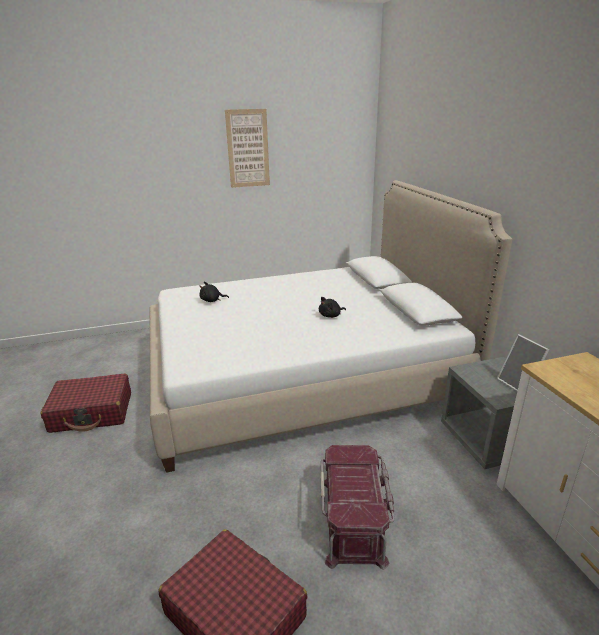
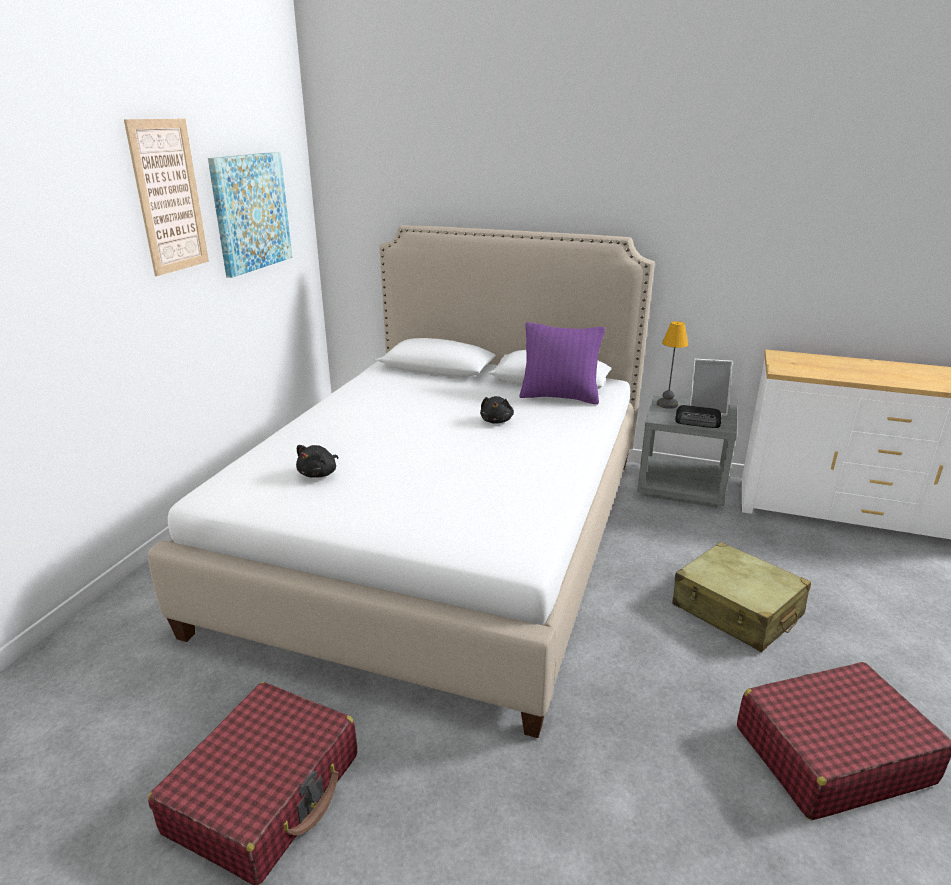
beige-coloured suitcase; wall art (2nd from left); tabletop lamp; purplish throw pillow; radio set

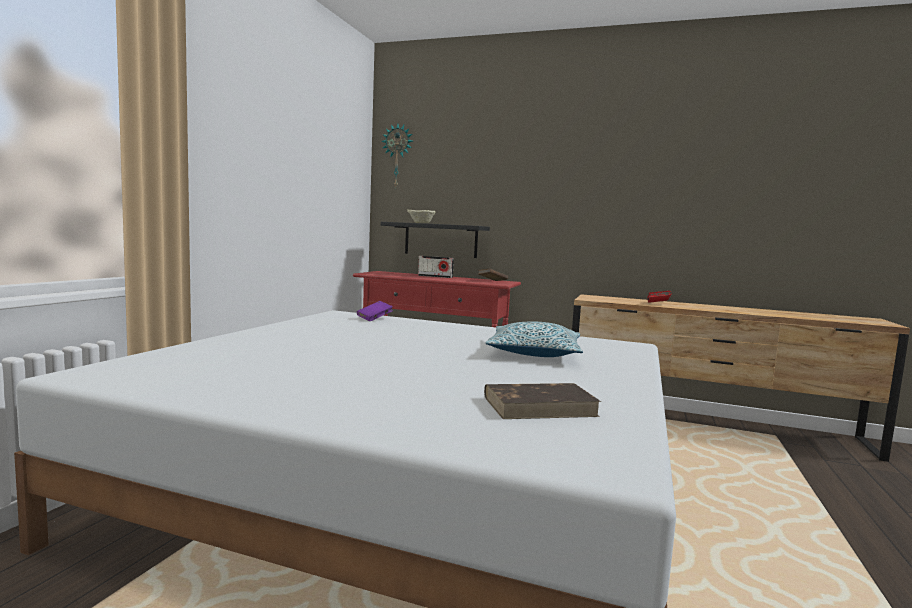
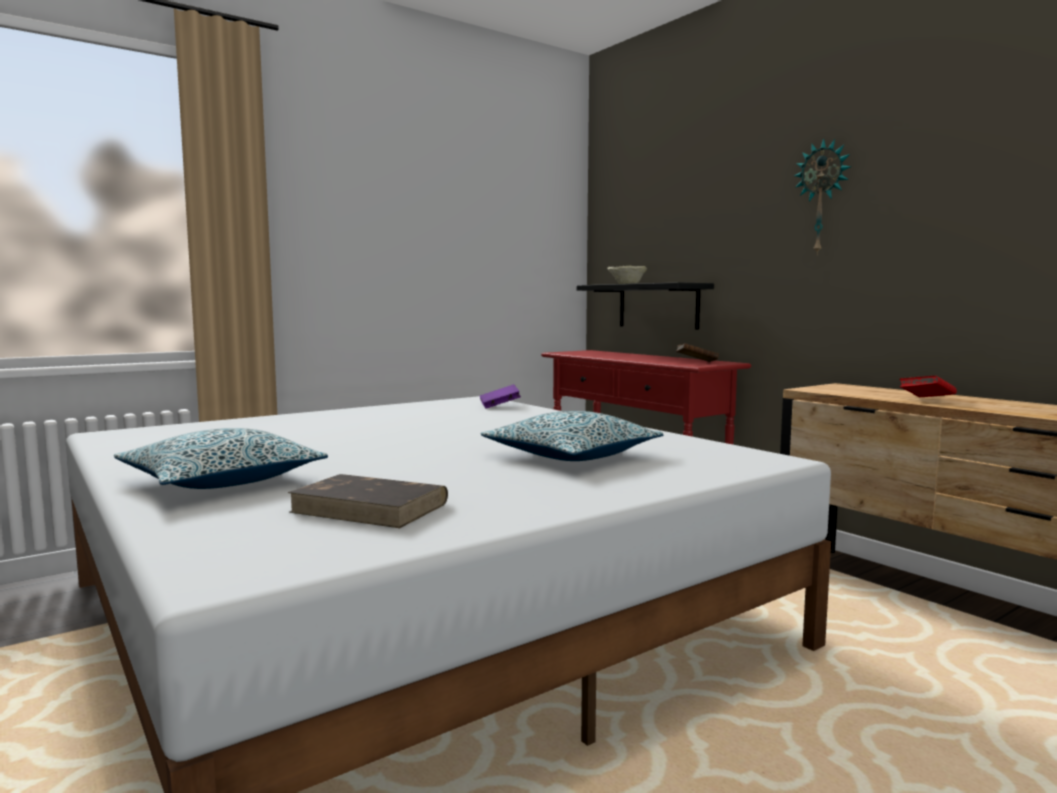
wall clock; radio set; throw pillow (1st from left)

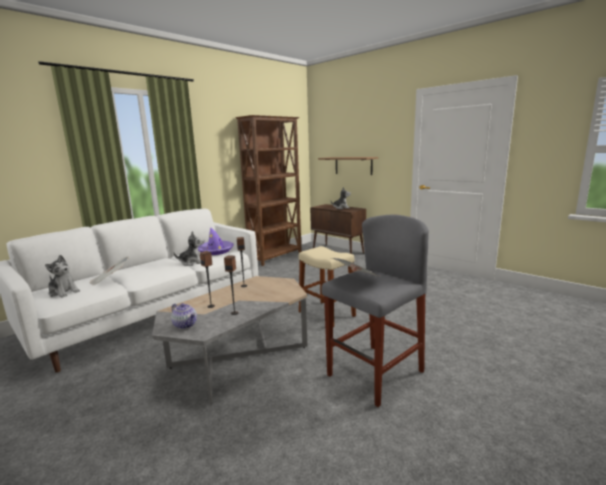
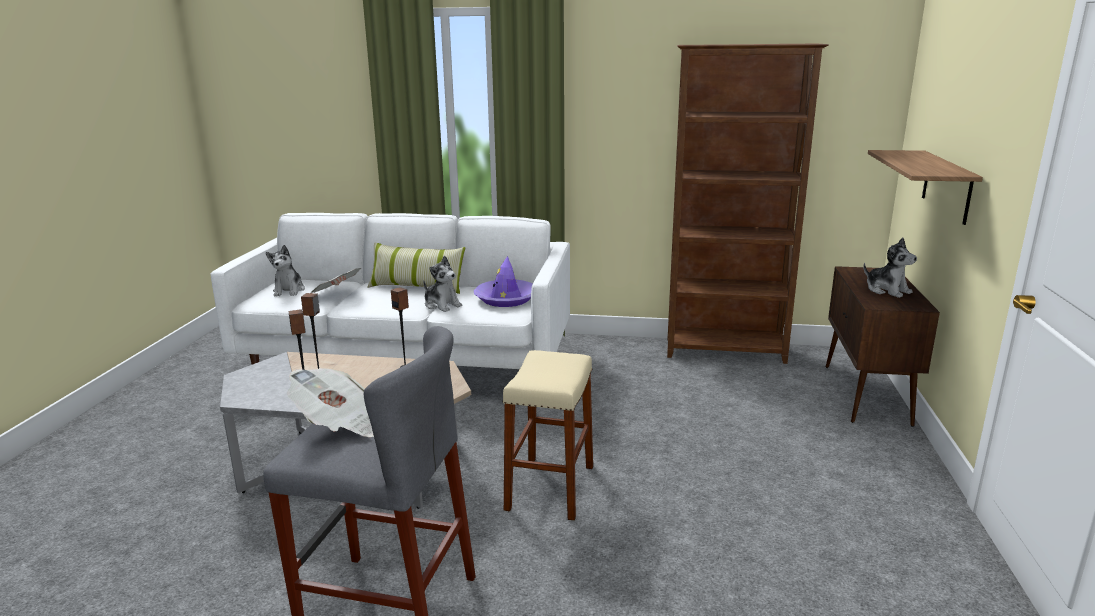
pot for tea; throw pillow

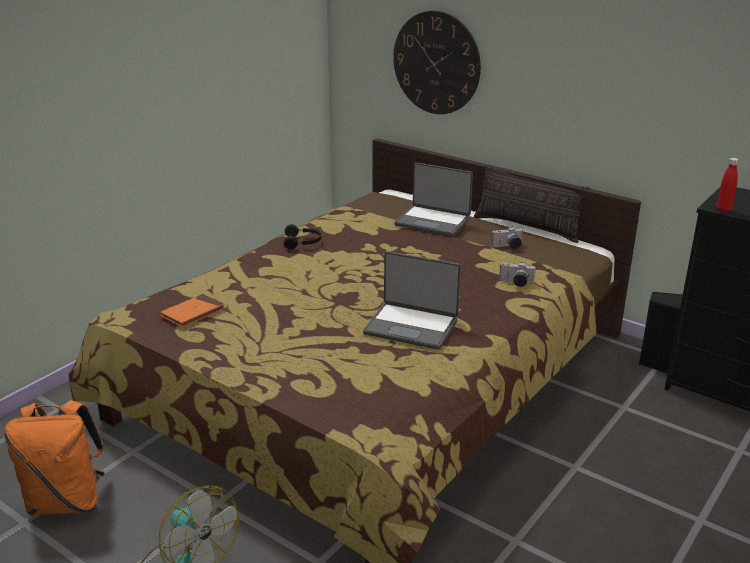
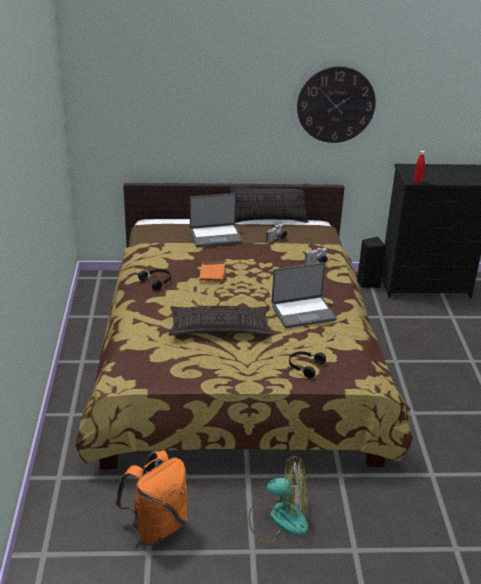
wall clock; orange-coloured book; throw pillow (1st from left); black-coloured headset (2nd from left)

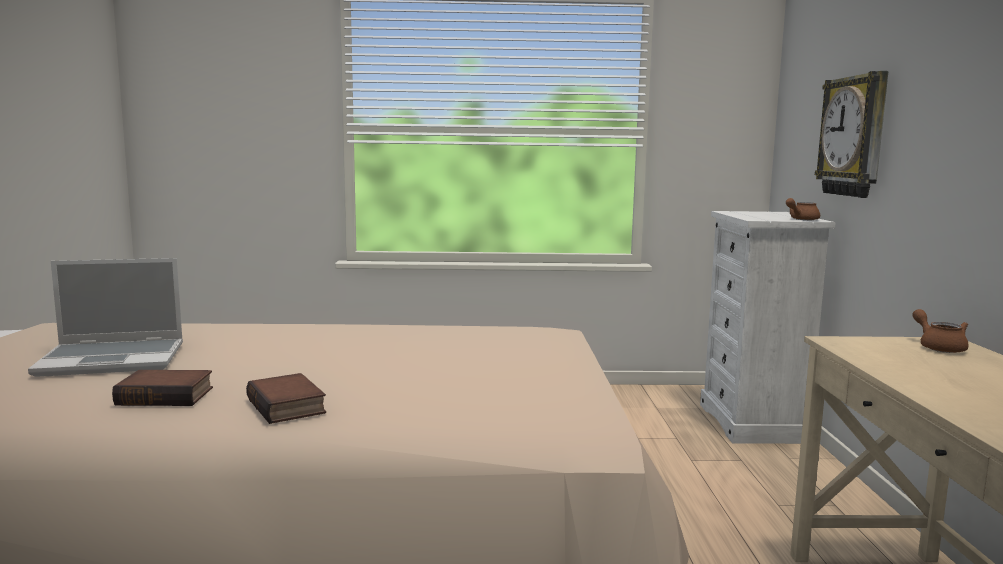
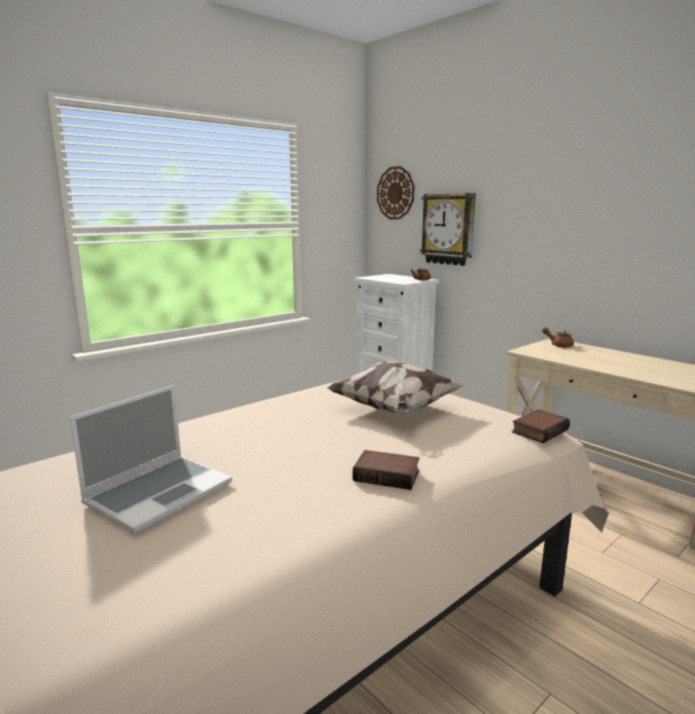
book (2nd from left); wall clock (1st from left); throw pillow

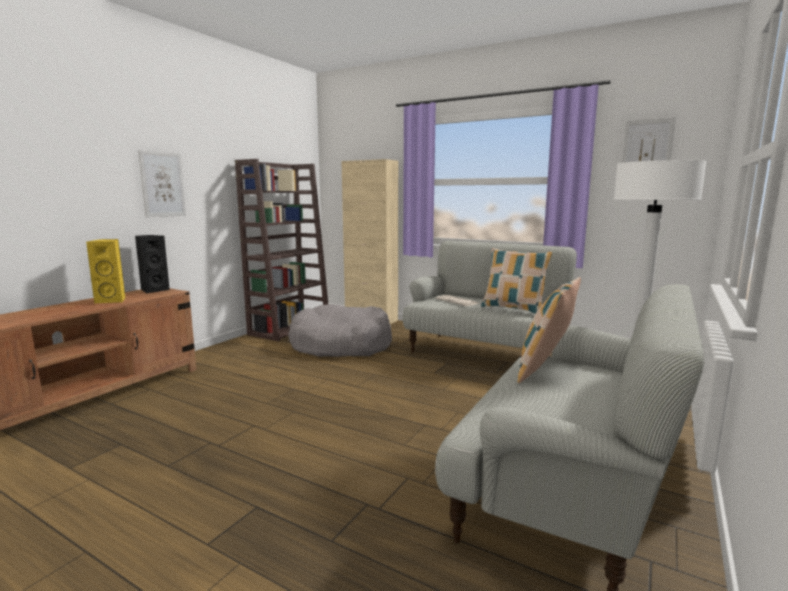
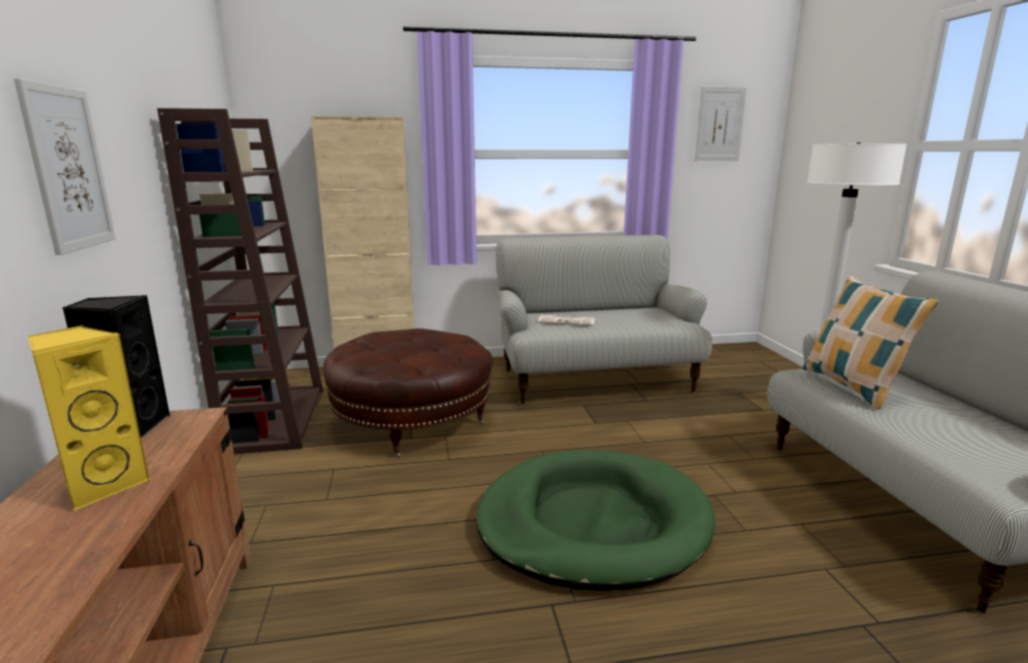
throw pillow (1st from left in the first image); brown-coloured ottoman; green-coloured dog bed

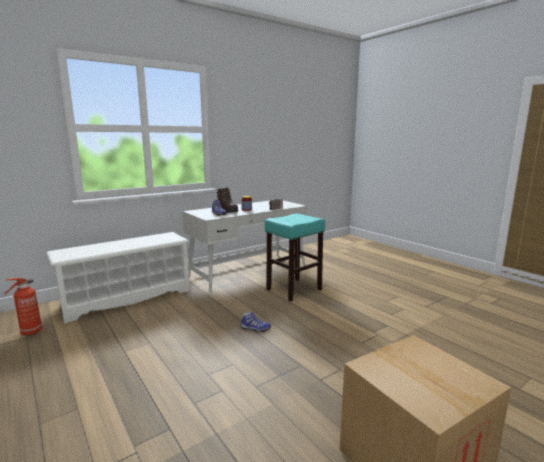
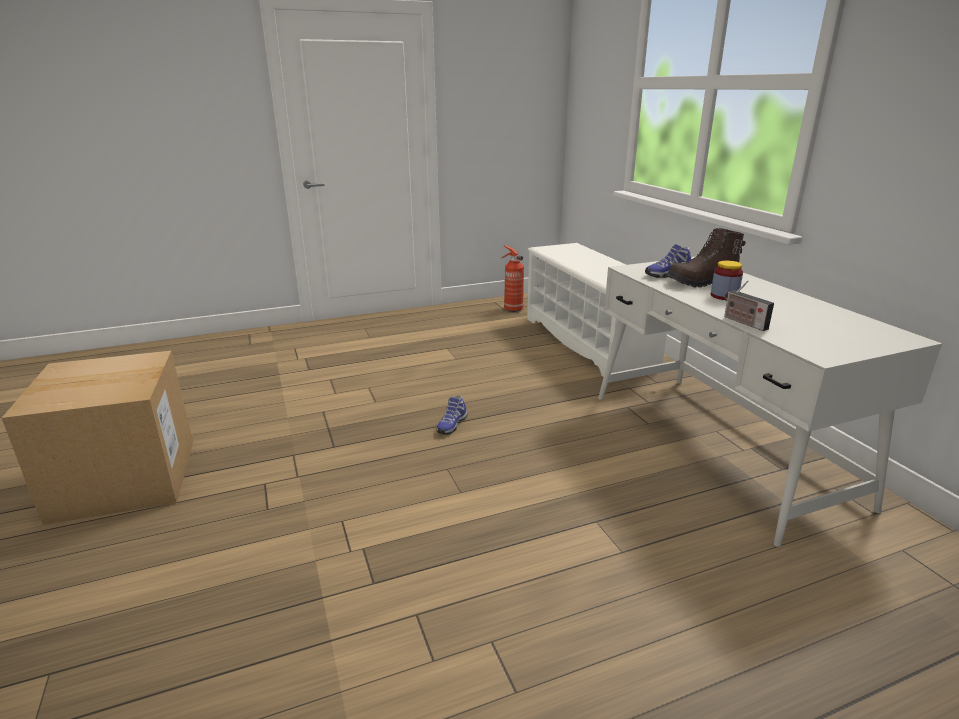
turquoise stool seat

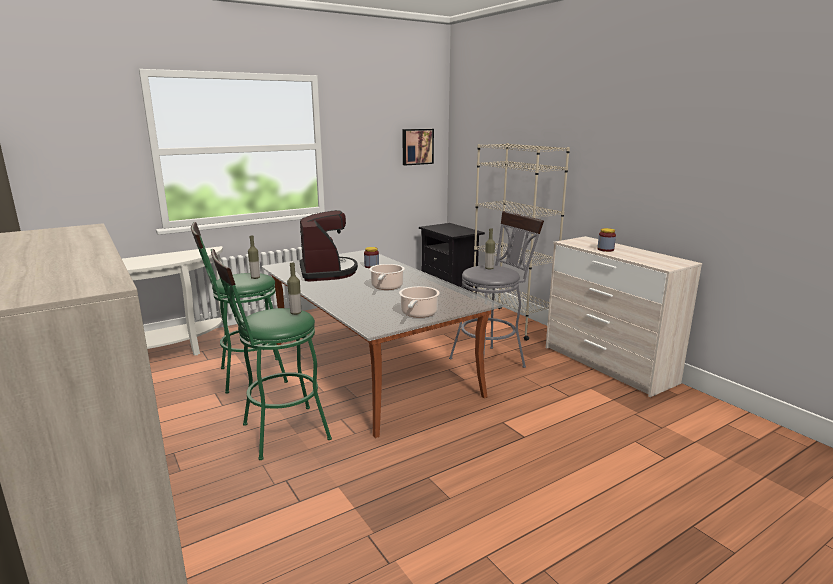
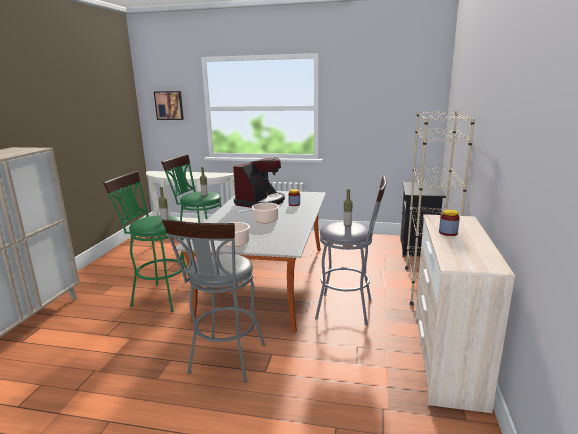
wall art; greyish stool seat (1st from left)

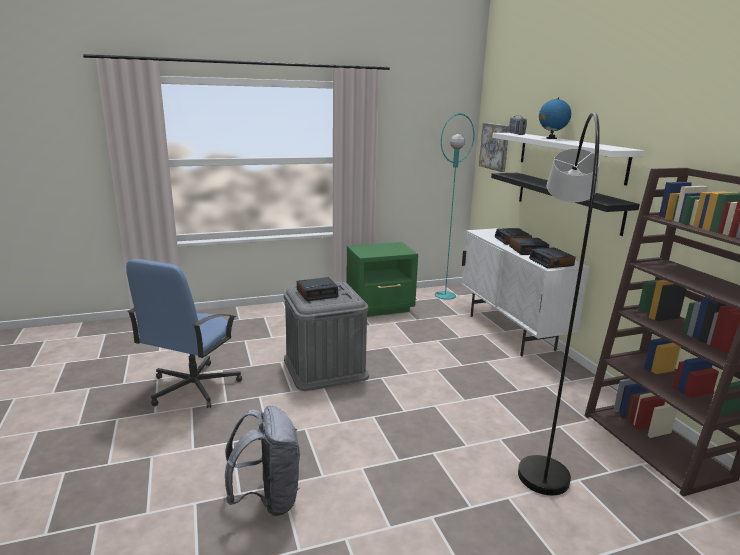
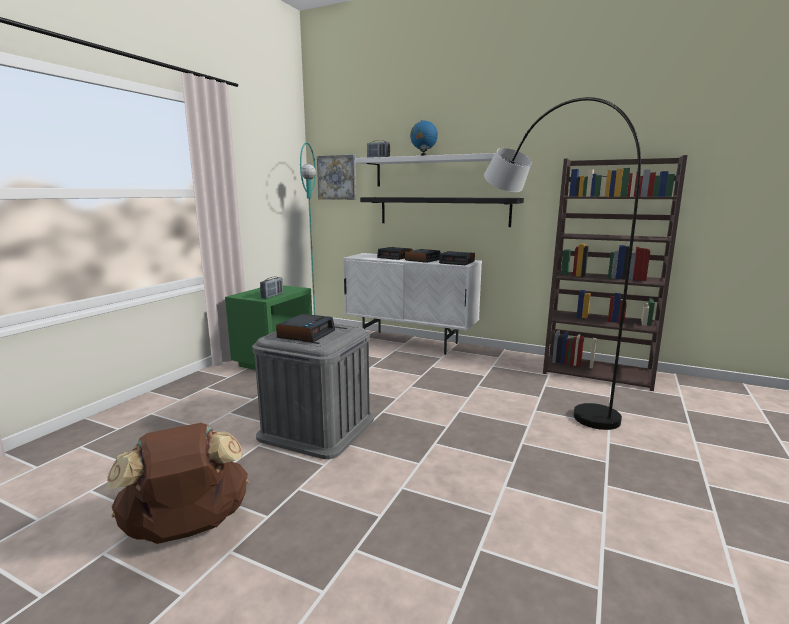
brown-coloured rucksack; greyish rucksack; radio set (1st from left)

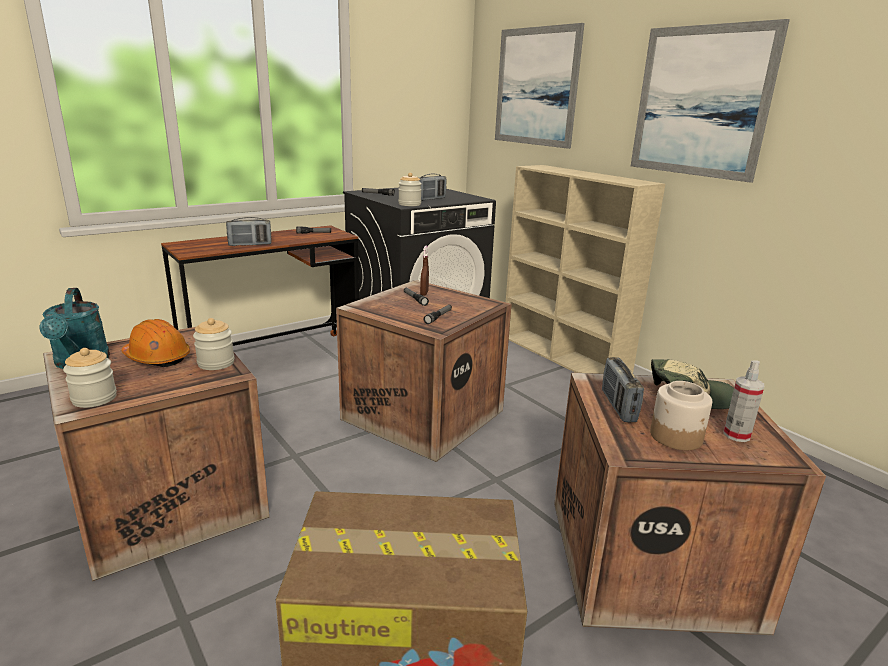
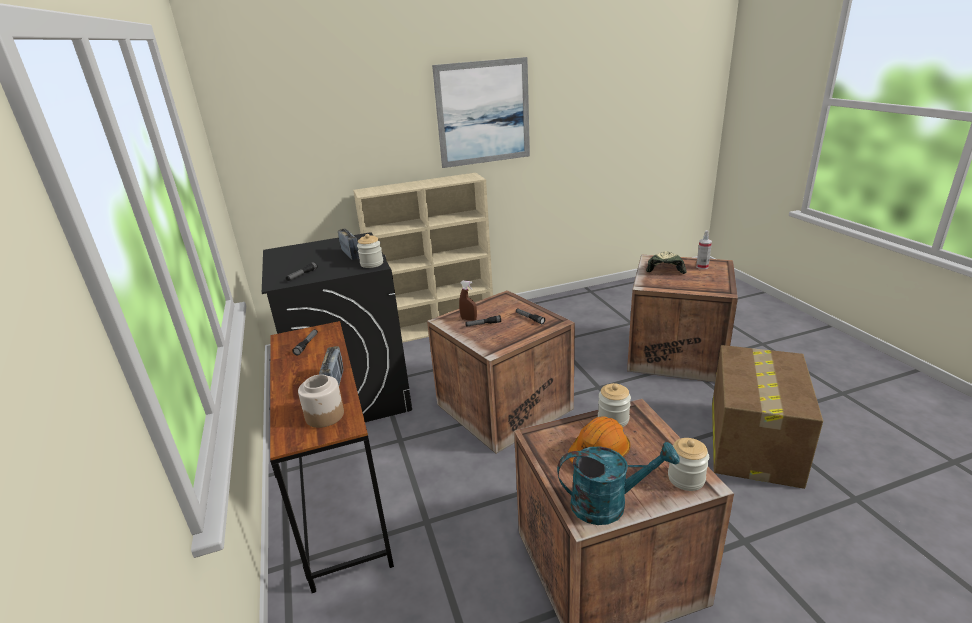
wall art (1st from left in the first image); radio set (3rd from left in the first image); storage jar (1st from left)

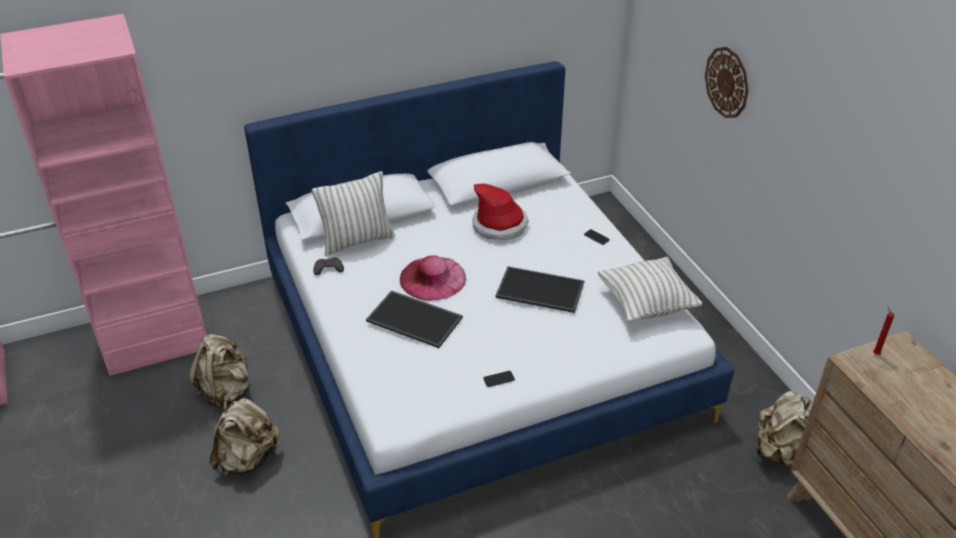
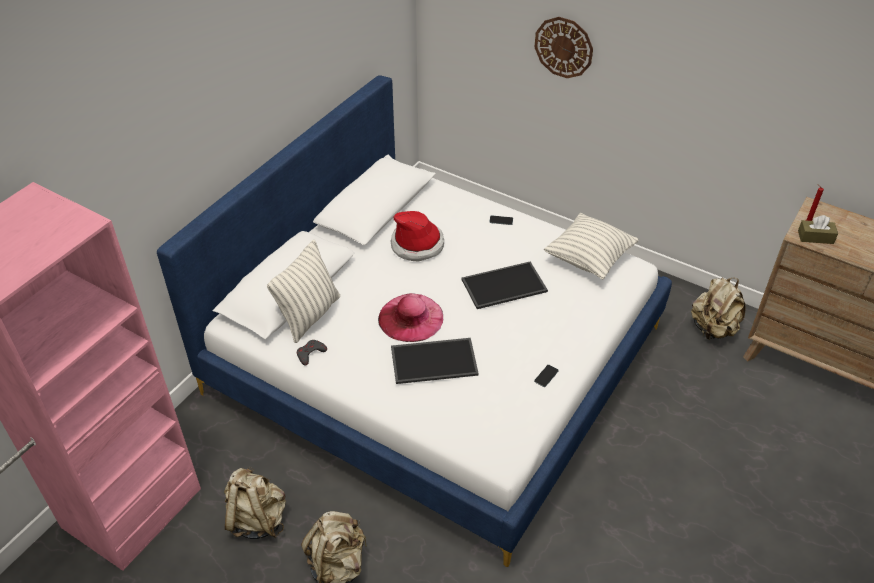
brown-coloured tissue box

